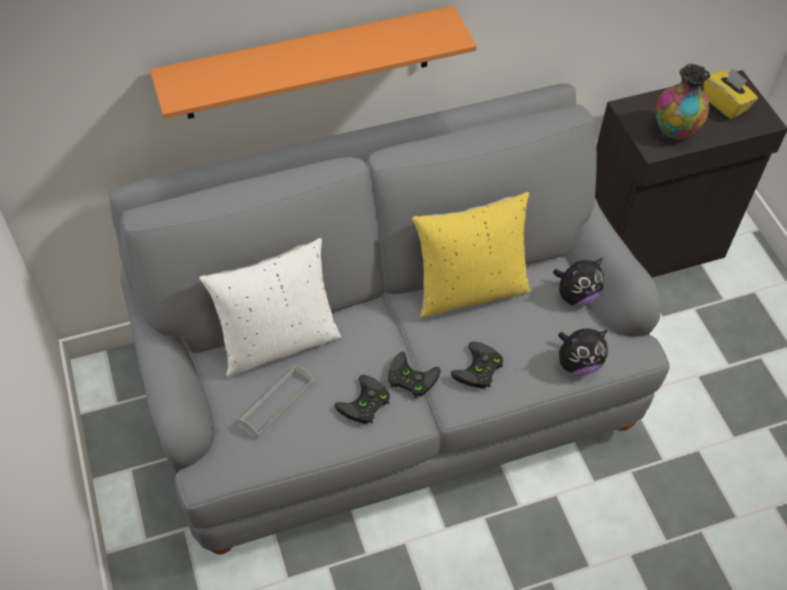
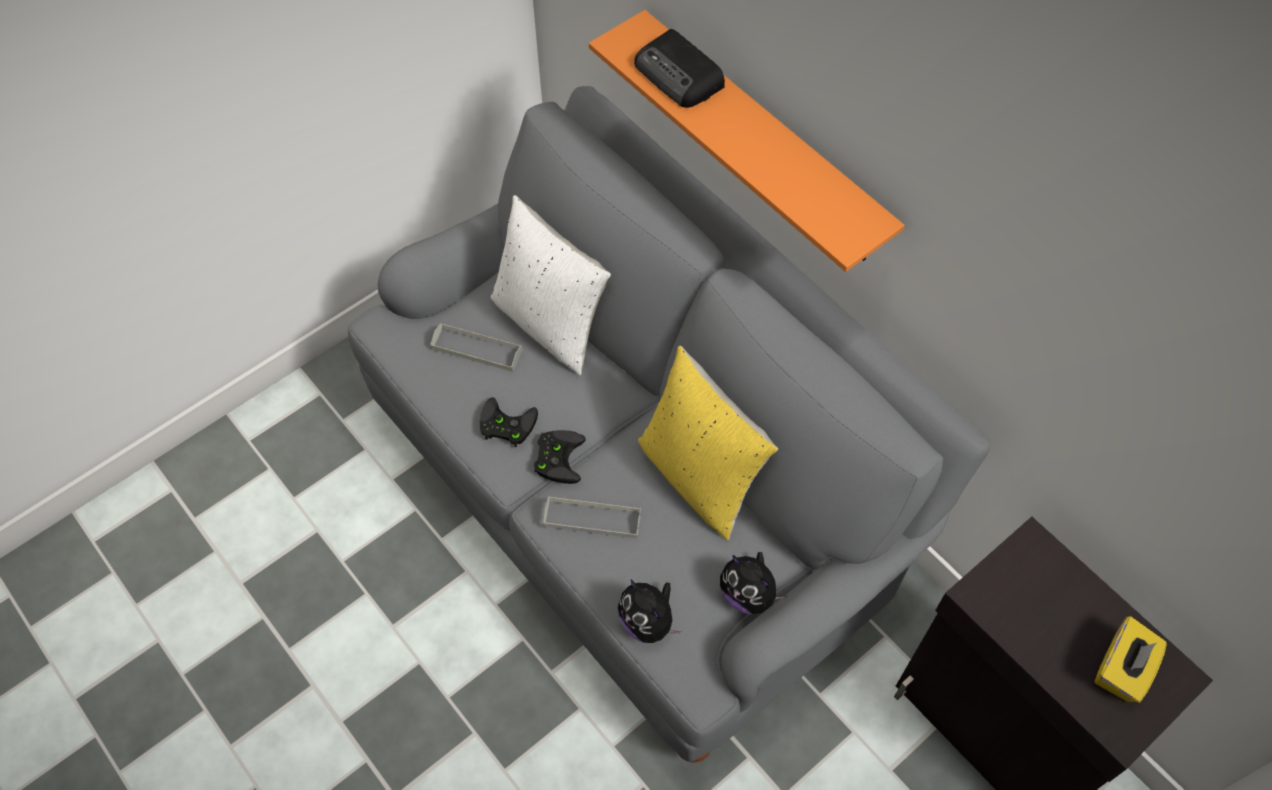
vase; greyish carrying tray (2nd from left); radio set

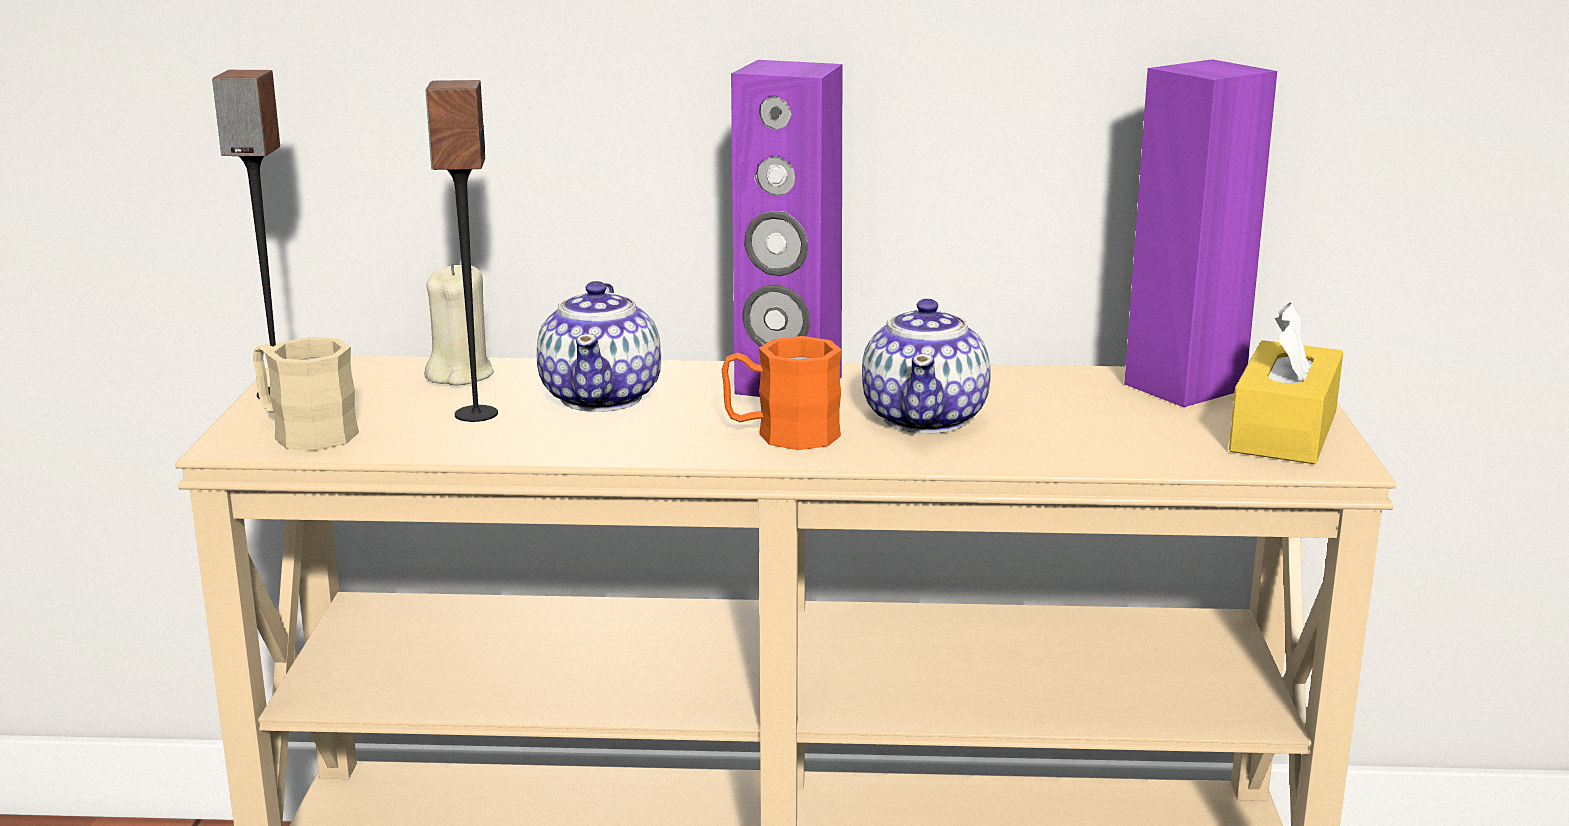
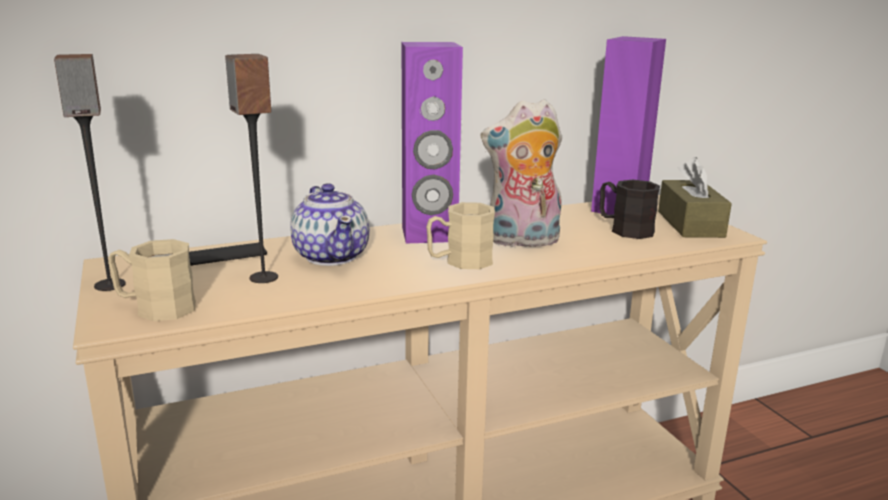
telephone; plush toy; brown-coloured tissue box; beige-coloured tea mug (2nd from left); black-coloured tea mug

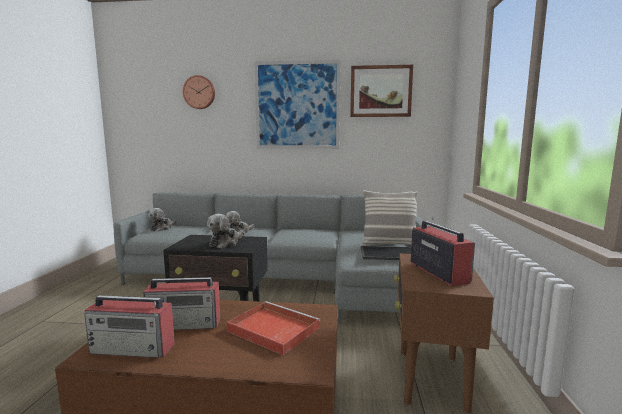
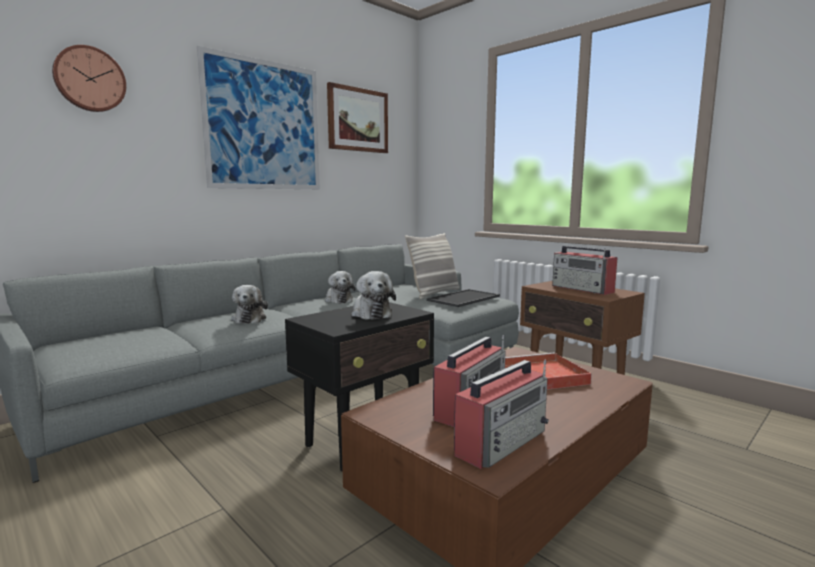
plush toy (2nd from left); radio set (3rd from left)

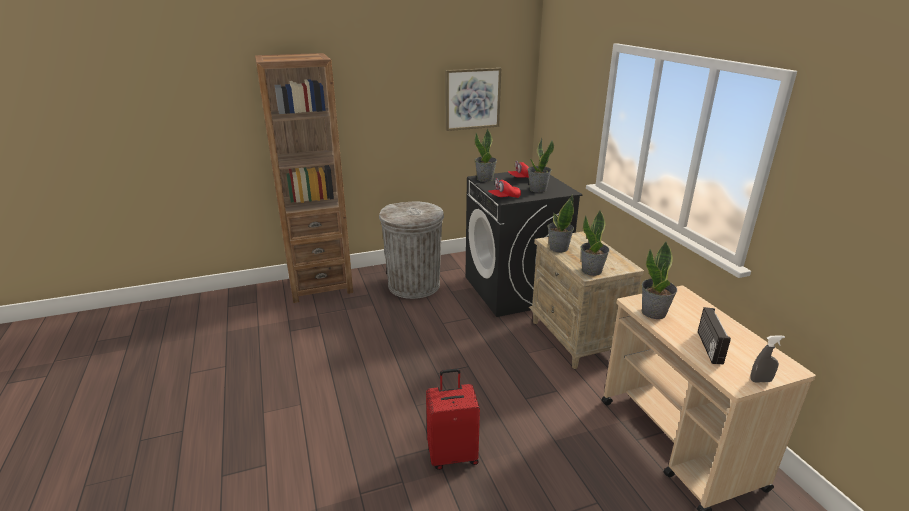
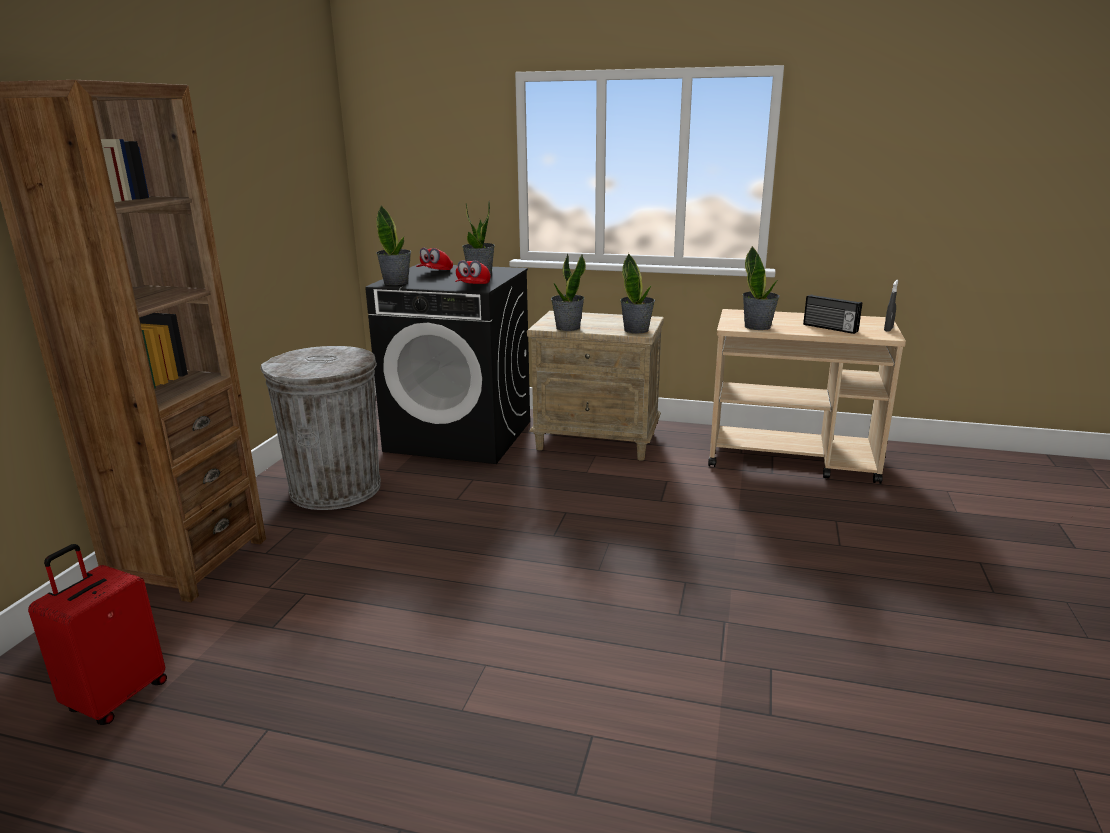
wall art; reddish suitcase

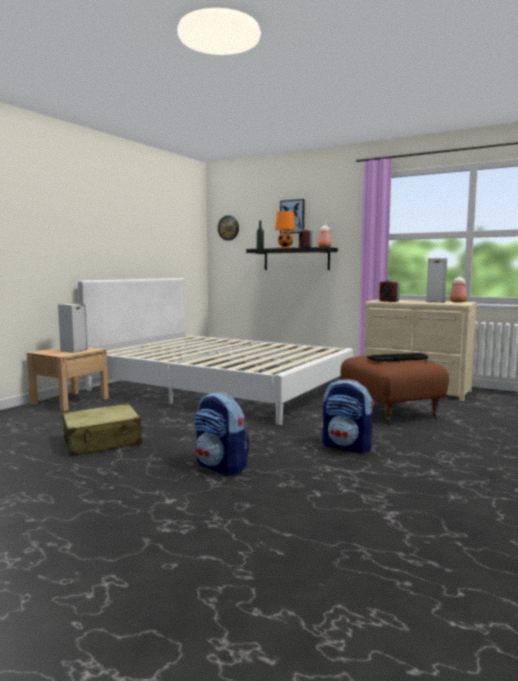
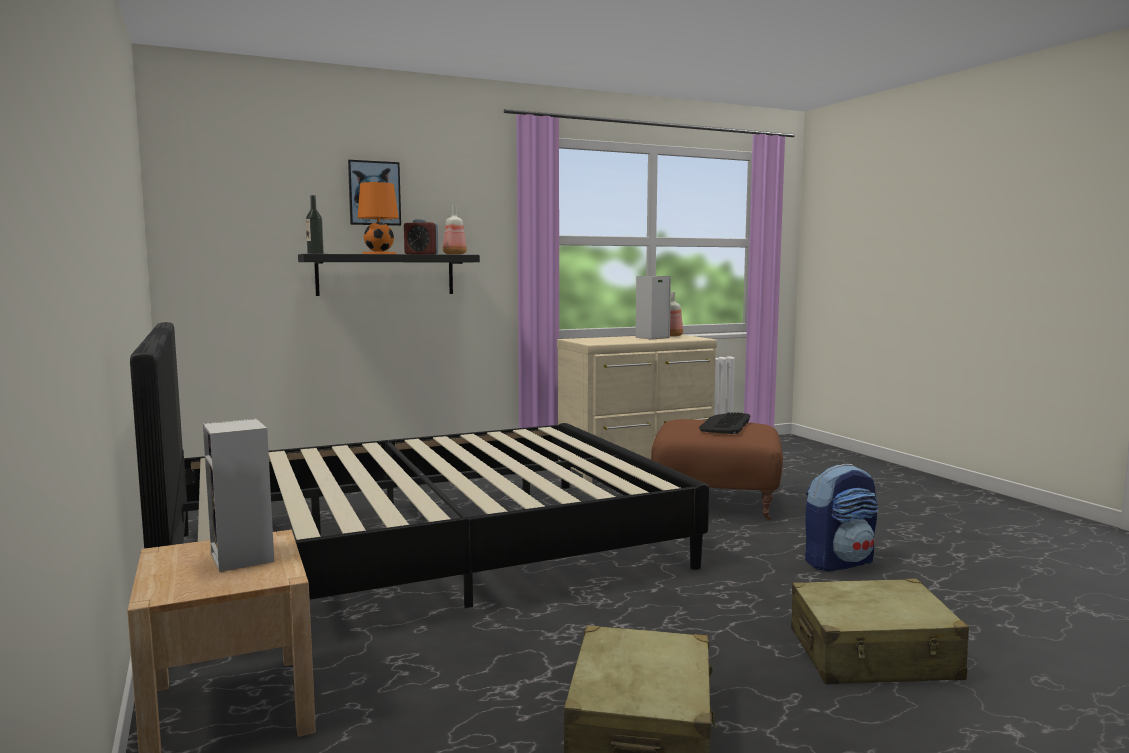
wall clock; black-coloured sleeping bed; bedside clock (2nd from left in the first image); beige-coloured suitcase (2nd from left)

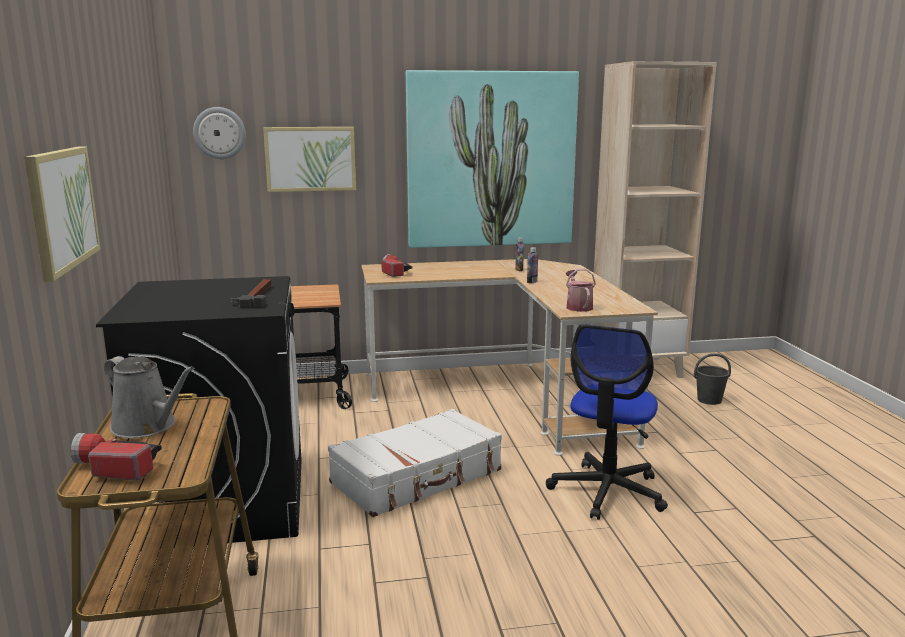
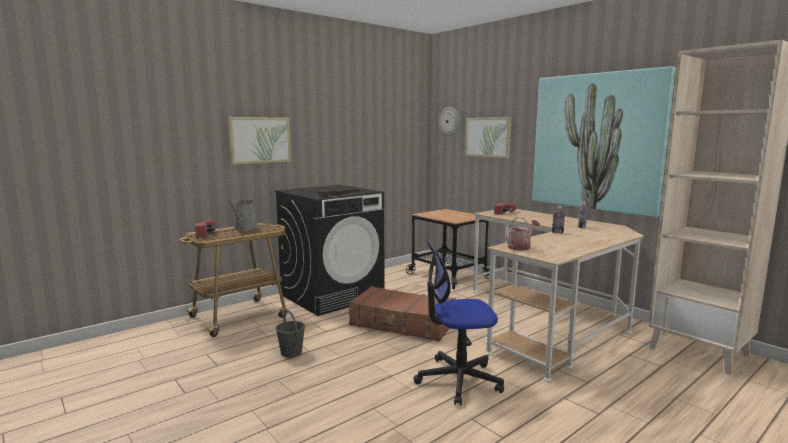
greyish water bucket; brown-coloured suitcase

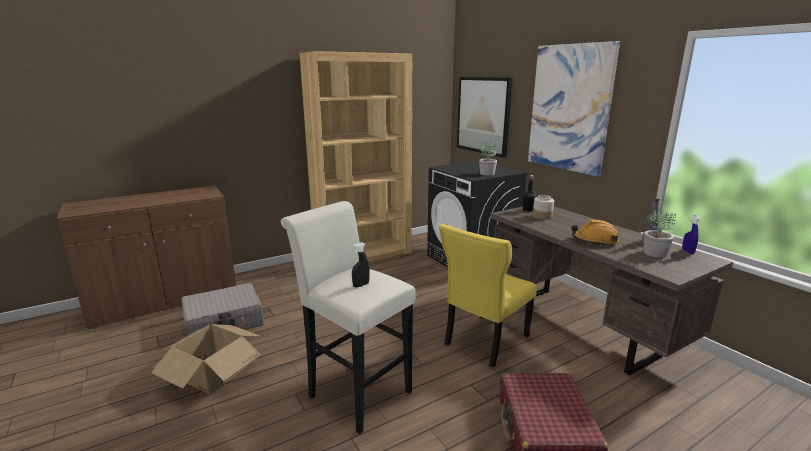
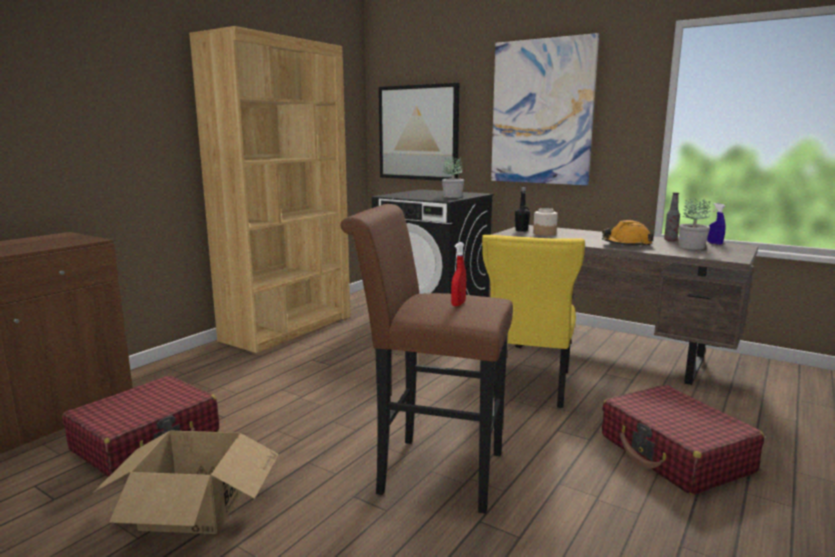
brown-coloured stool seat; reddish sprayer; reddish suitcase (1st from left)

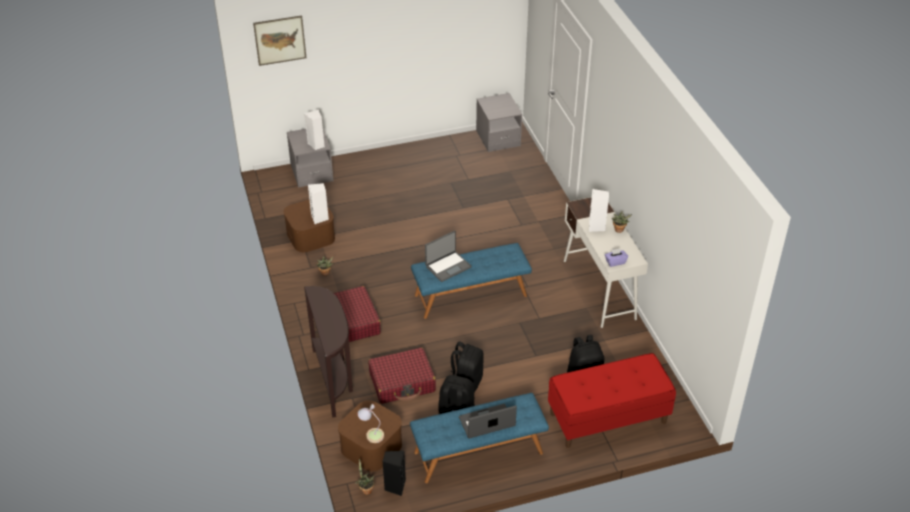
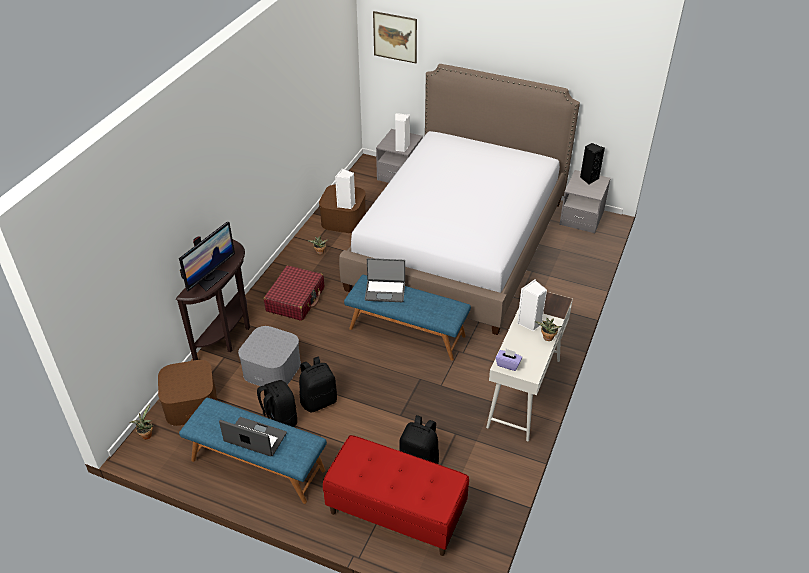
greyish storage box; tabletop lamp; black-coloured speaker; sleeping bed; computer display

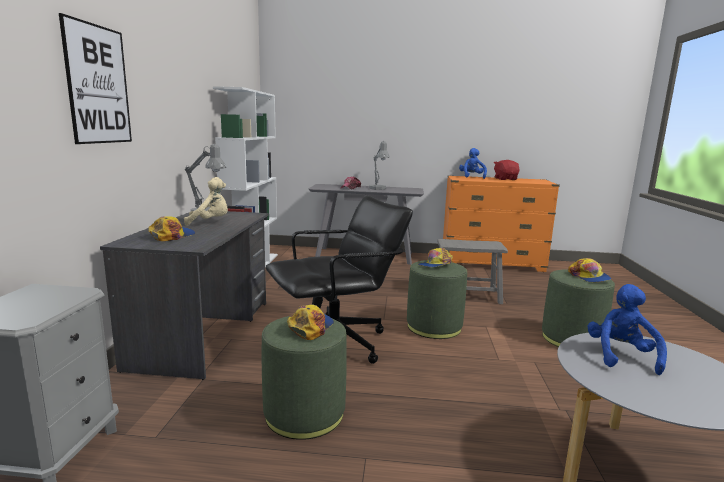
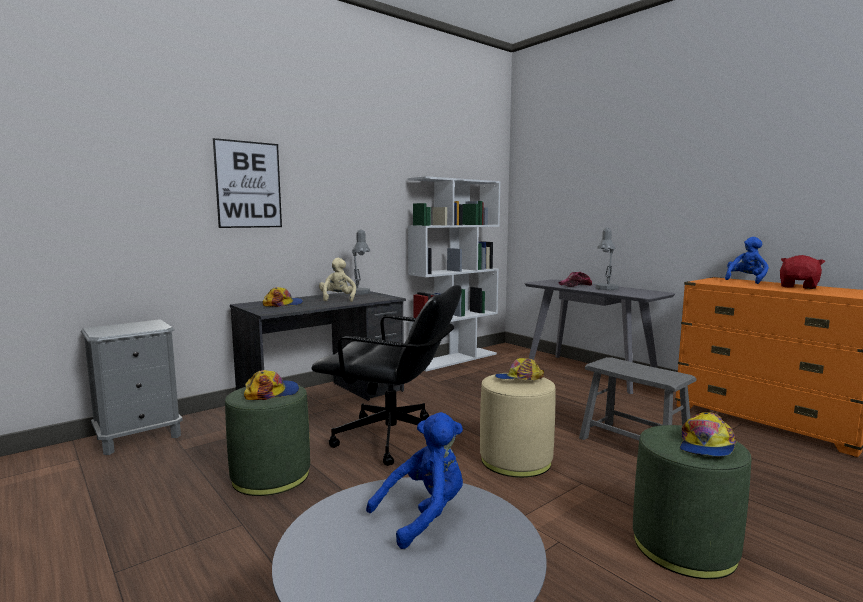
beige-coloured plush toy; beige-coloured ottoman

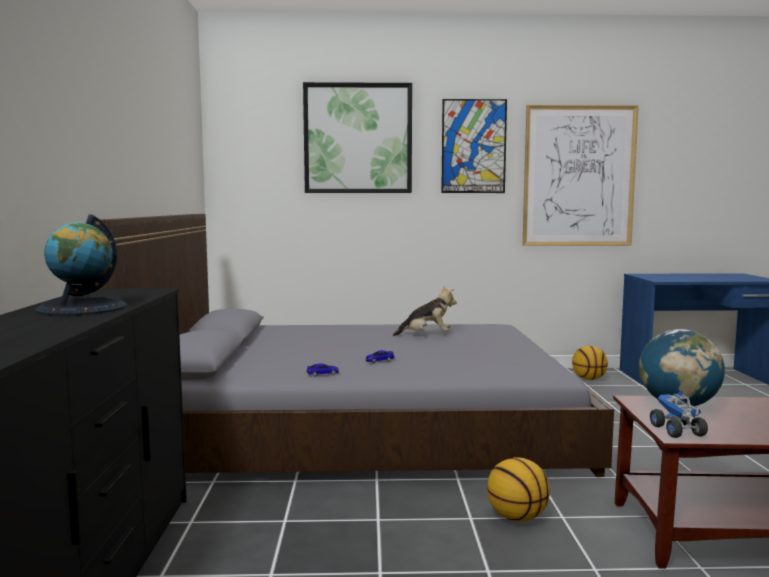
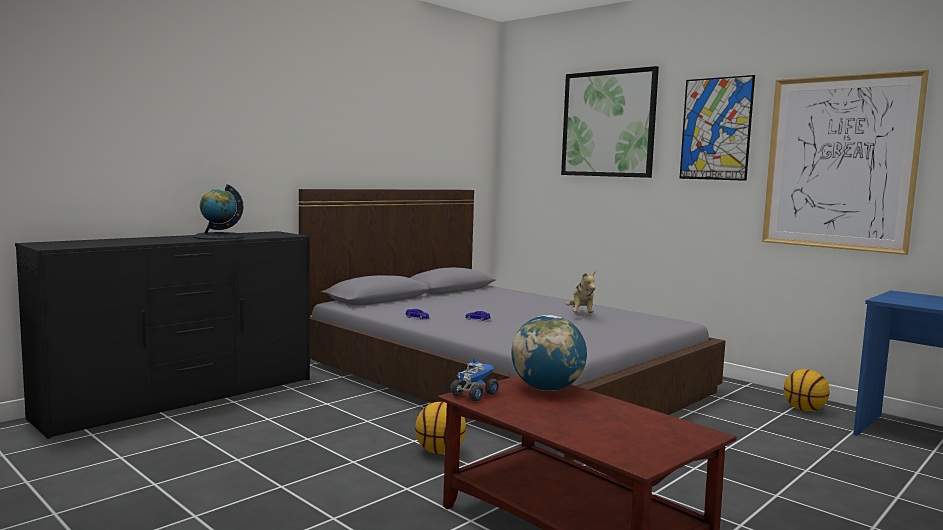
plush toy

